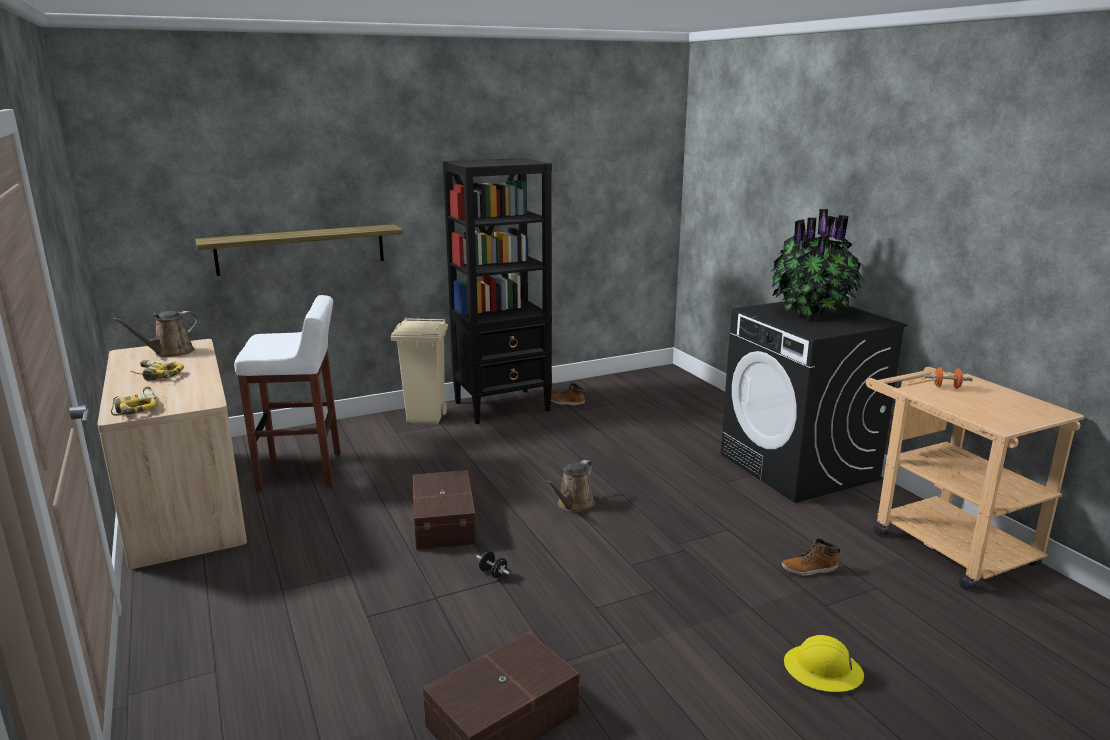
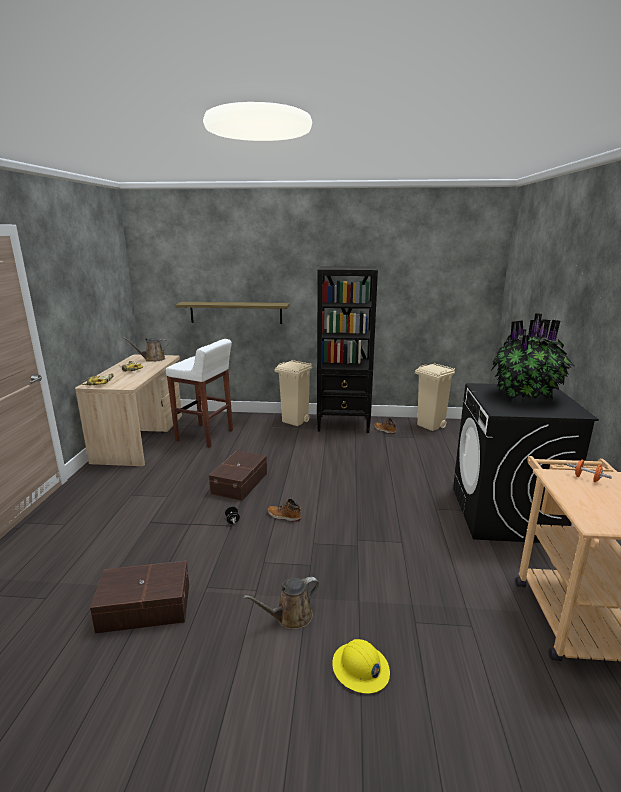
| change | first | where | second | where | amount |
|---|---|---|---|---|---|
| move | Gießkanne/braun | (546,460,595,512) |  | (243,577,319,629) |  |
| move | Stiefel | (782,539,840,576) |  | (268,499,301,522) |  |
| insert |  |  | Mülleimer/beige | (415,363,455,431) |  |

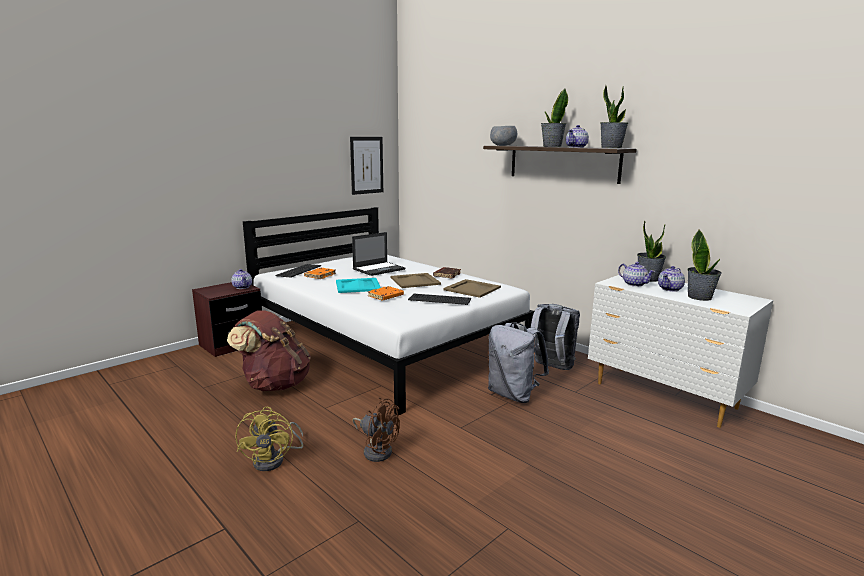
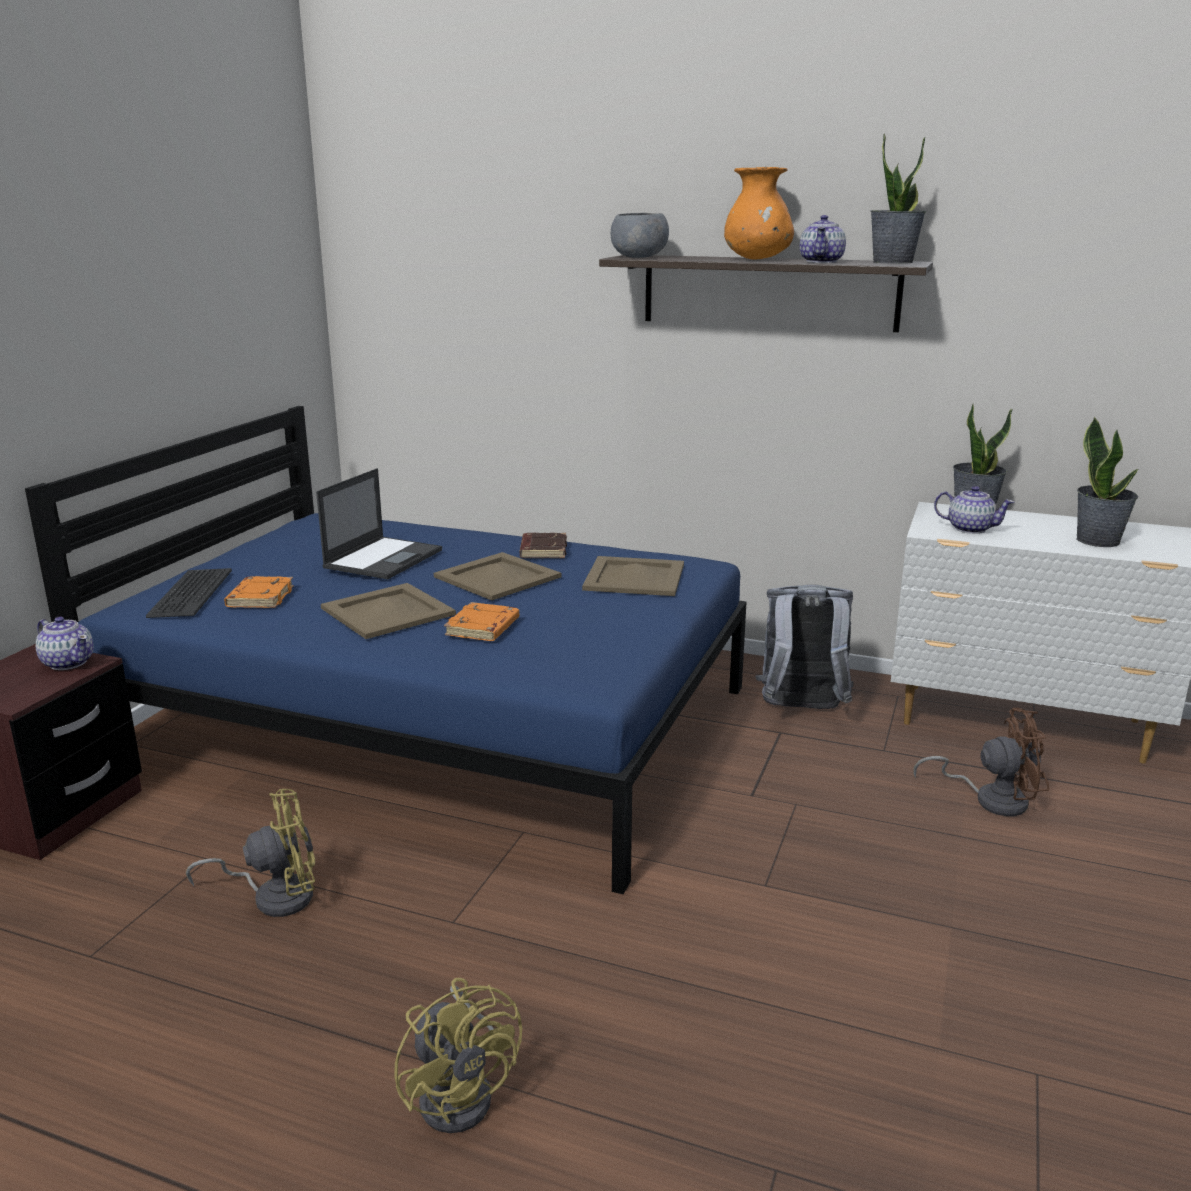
| change | first | where | second | where | amount |
|---|---|---|---|---|---|
| replace | Topfpflanze | (541,89,568,147) | Vase/orange | (724,167,794,259) |  |
| delete | Bild | (350,137,383,195) |  |  |  |
| recolor | Bett/weiß | (243,207,534,415) | Bett/blau | (25,406,747,894) |  |
| delete | Teekanne | (658,266,685,292) |  |  |  |
| recolor | Tablett/türkis | (336,278,381,293) | Tablett/beige | (321,583,456,639) |  |
| delete | Tastatur | (408,294,471,305) |  |  |  |
| replace | Rucksack/braun | (227,310,311,391) | Ventilator/gelb | (186,789,315,917) |  |
| delete | Rucksack/grau | (488,322,549,403) |  |  |  |
| move | Ventilator/braun | (353,398,400,462) |  | (913,708,1049,816) |  |

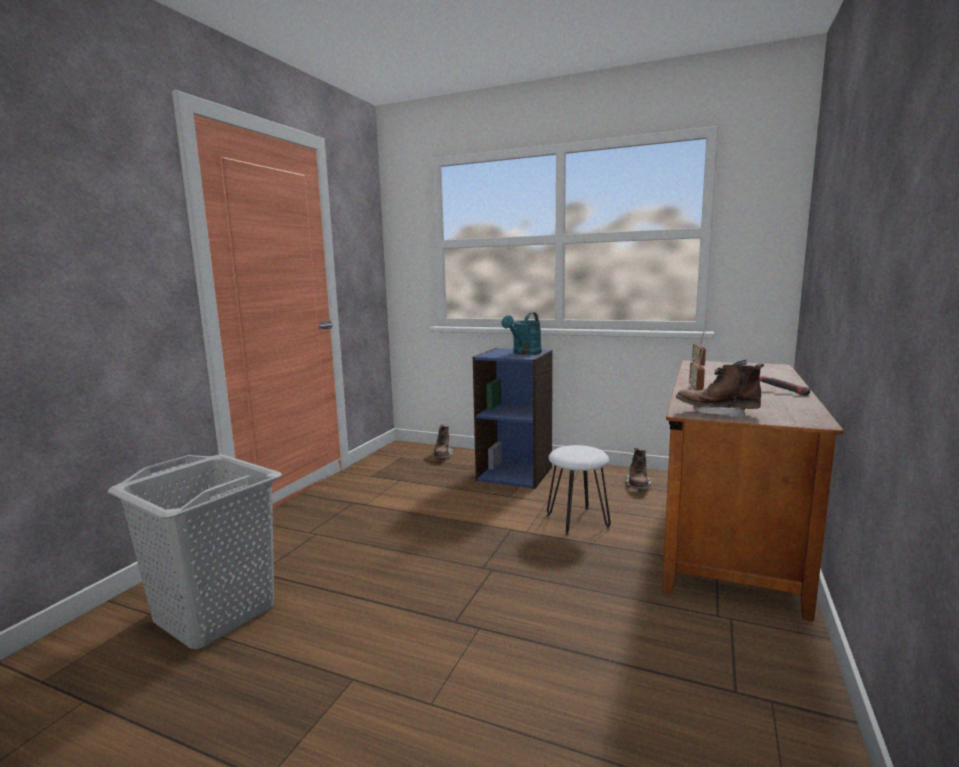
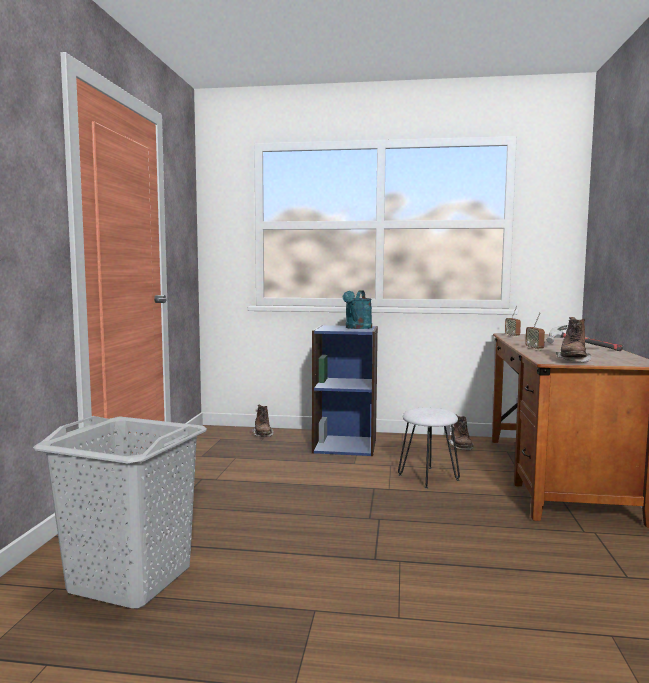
| change | first | where | second | where | amount |
|---|---|---|---|---|---|
| rotate | Stiefel/braun | (676,363,764,419) |  | (556,317,591,362) | 75 degrees counterclockwise |

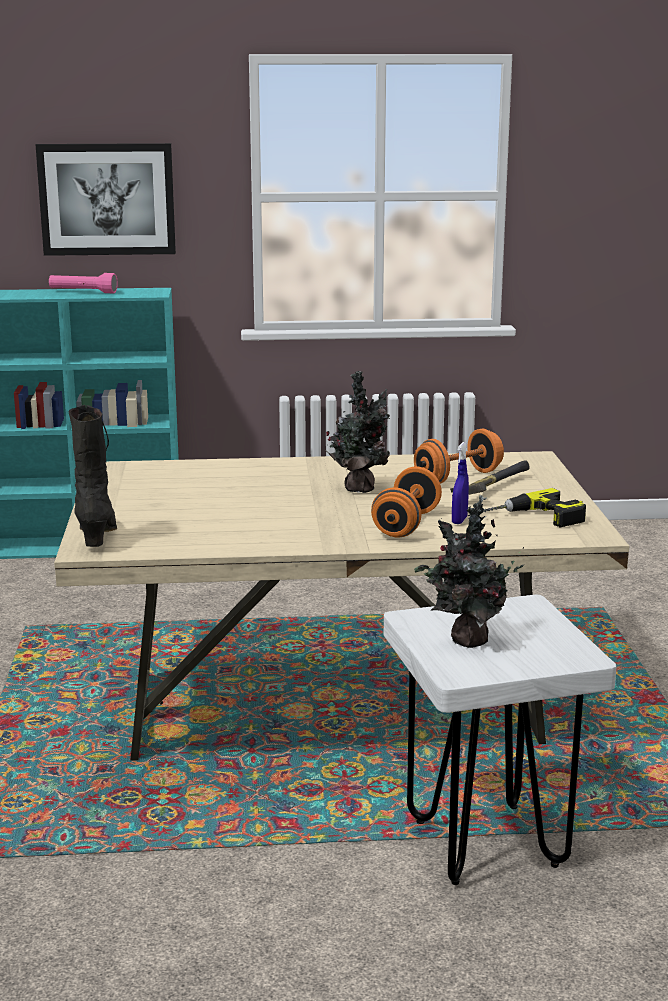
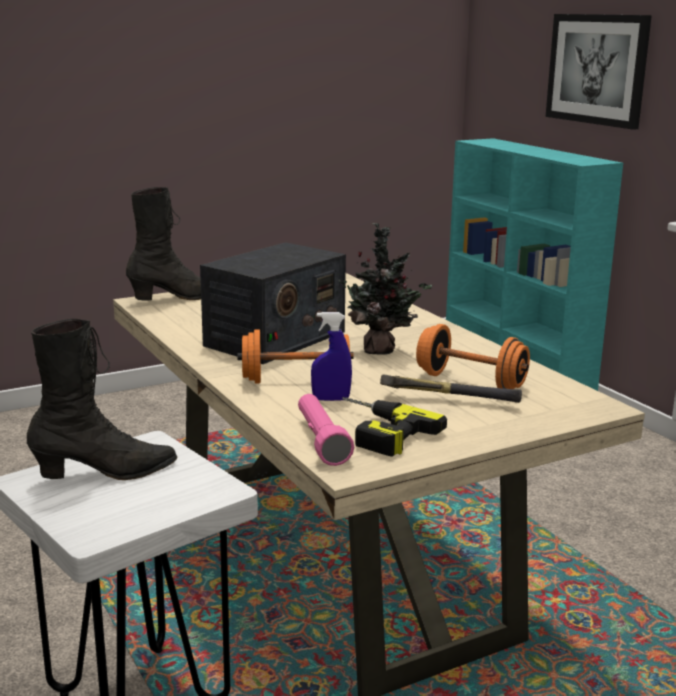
| change | first | where | second | where | amount |
|---|---|---|---|---|---|
| move | Taschenlampe/rosa | (49,273,118,293) |  | (298,394,354,466) |  |
| replace | Topfpflanze | (414,495,524,648) | Stiefel/schwarz | (27,319,177,480) |  |
| insert |  |  | Radio | (200,243,346,364) |  |

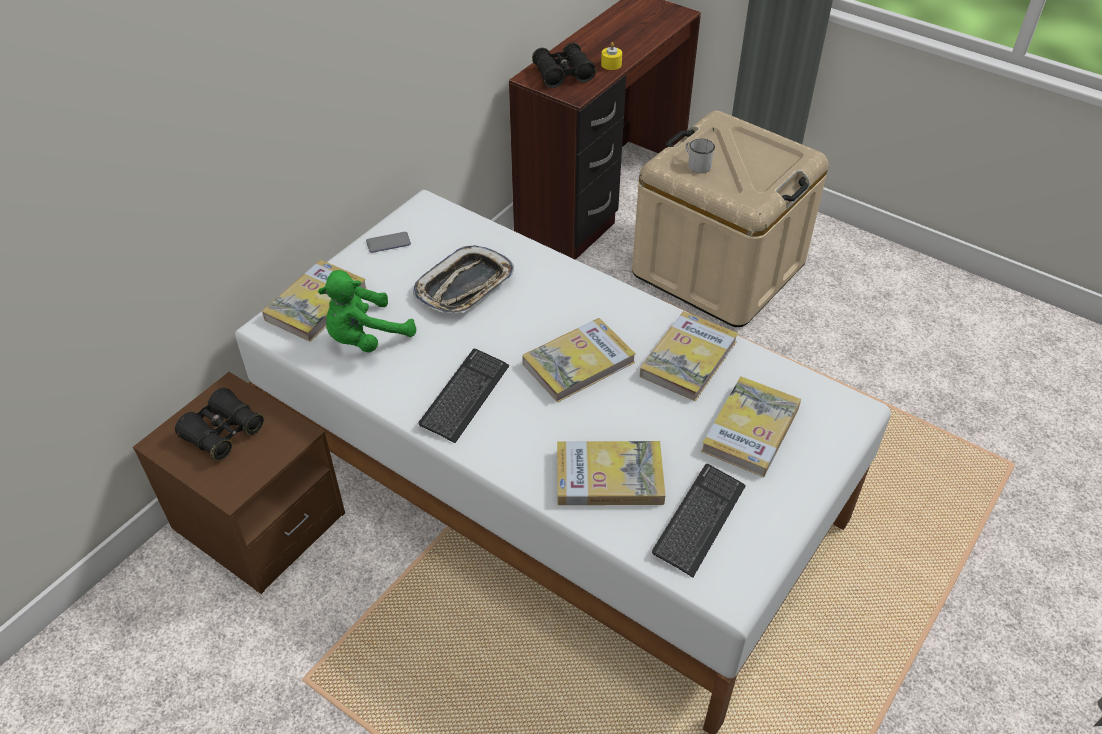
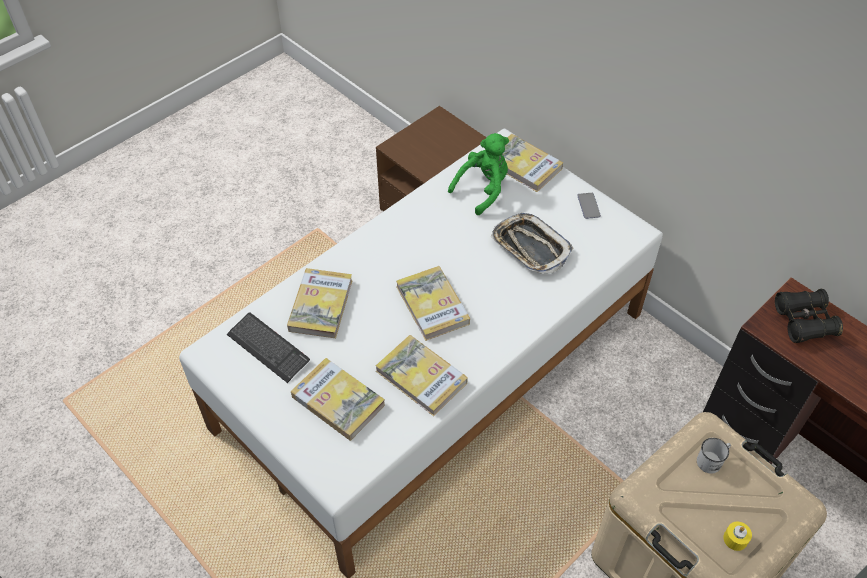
| change | first | where | second | where | amount |
|---|---|---|---|---|---|
| move | Kerze/gelb | (601,42,622,70) |  | (723,522,752,551) |  |
| rotate | Plüschtier/grün | (318,270,416,353) |  | (448,133,509,215) | 75 degrees clockwise |
| delete | Tastatur | (418,349,509,443) |  |  |  |
| delete | Fernglas/schwarz | (175,388,265,461) |  |  |  |

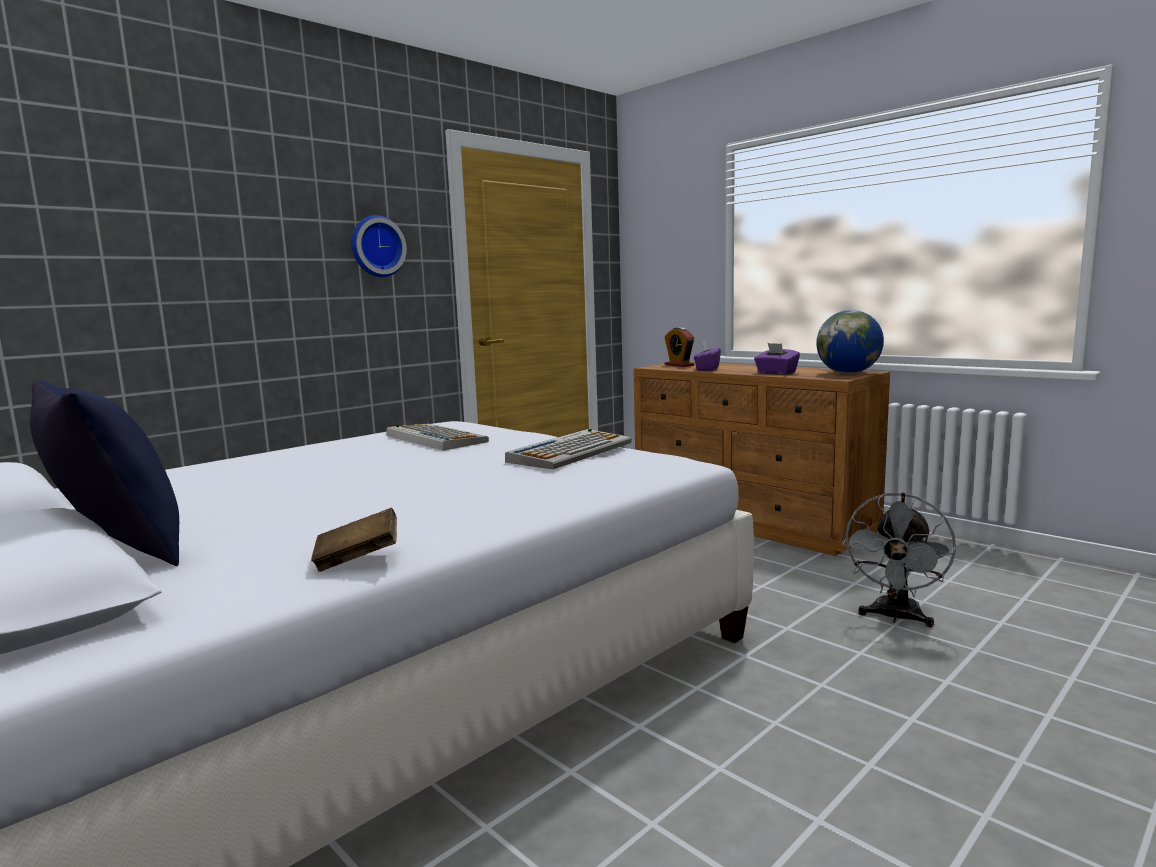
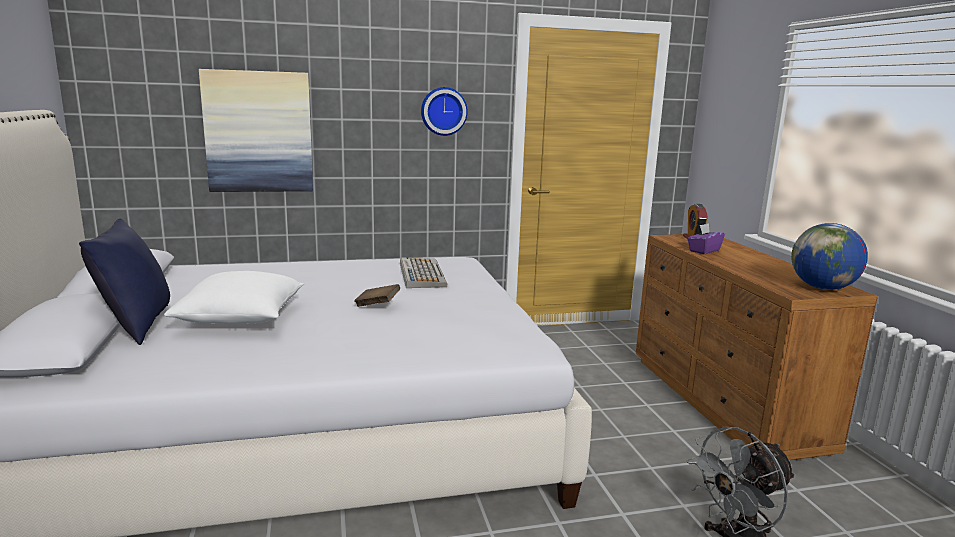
| change | first | where | second | where | amount |
|---|---|---|---|---|---|
| delete | Taschentuchbox/lila | (754,343,800,375) |  |  |  |
| delete | Tastatur | (505,429,631,469) |  |  |  |
| move | Buch/braun | (311,508,397,572) |  | (354,284,400,307) |  |
| insert |  |  | Bild | (199,69,313,192) |  |
| insert |  |  | Kissen/weiß | (164,271,304,324) |  |

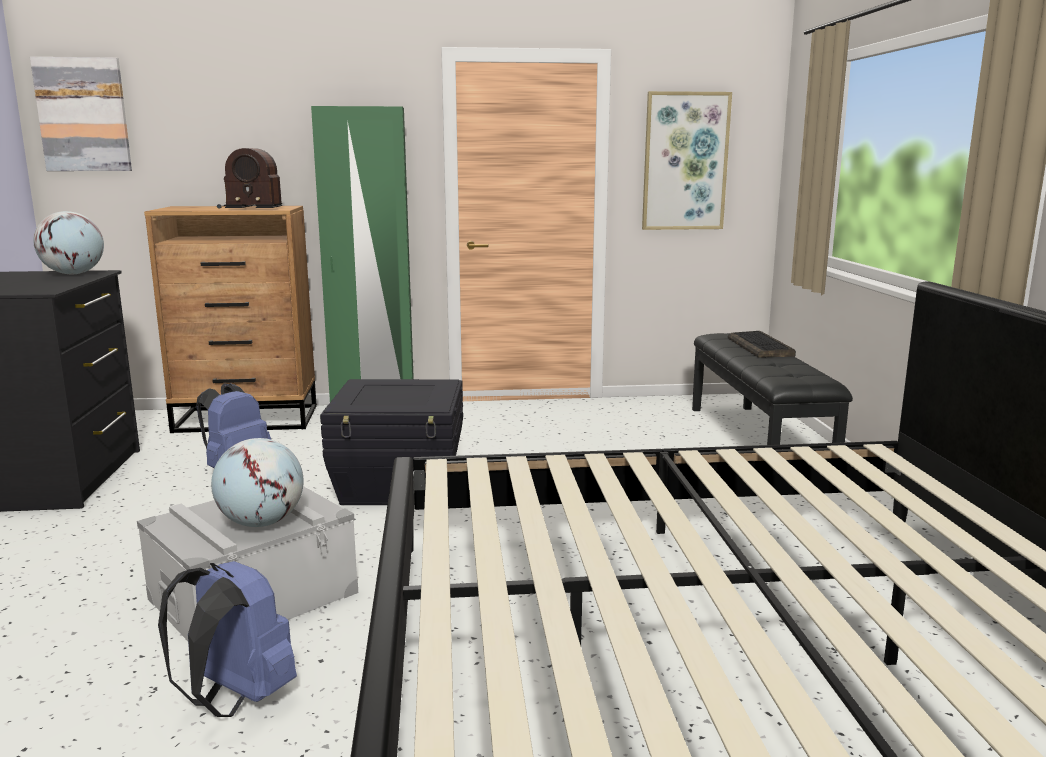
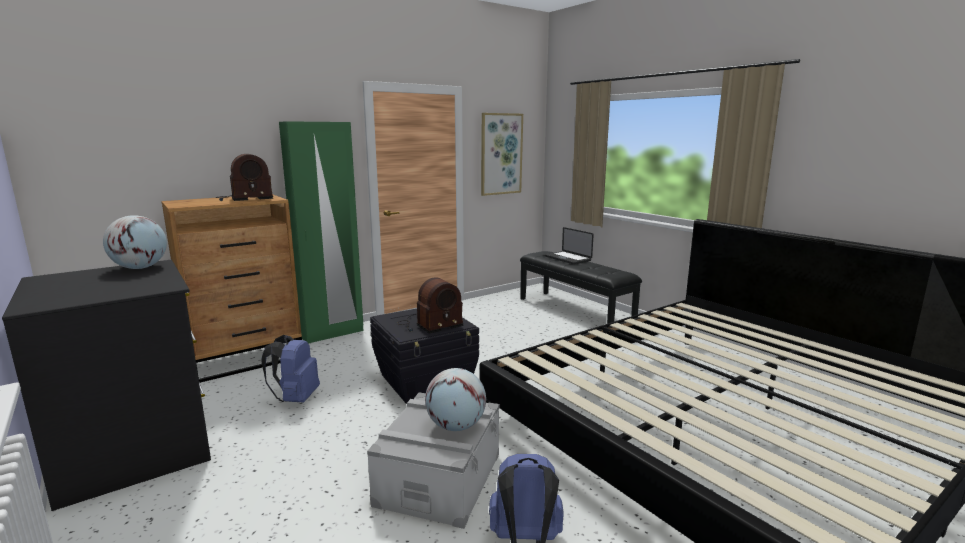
| change | first | where | second | where | amount |
|---|---|---|---|---|---|
| delete | Bild | (30,57,132,171) |  |  |  |
| replace | Tastatur | (728,331,796,358) | Laptop | (545,227,594,264) |  |
| insert |  |  | Radio | (399,277,464,334) |  |

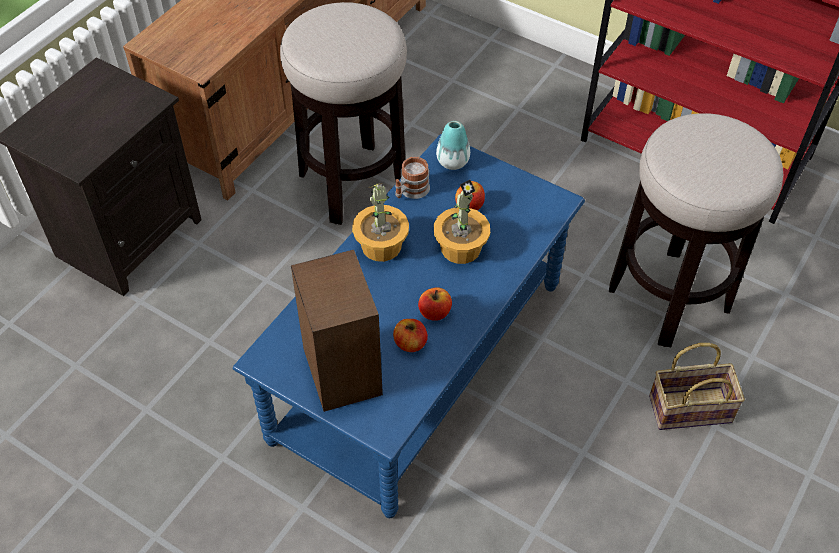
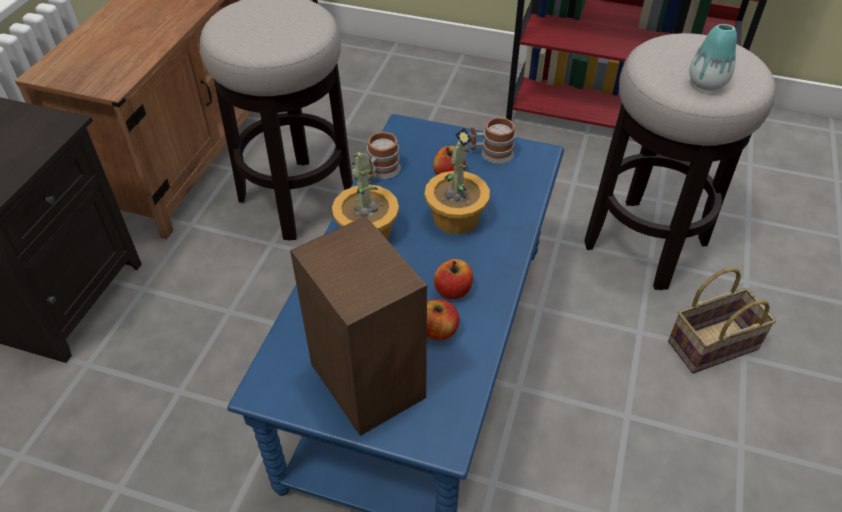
| change | first | where | second | where | amount |
|---|---|---|---|---|---|
| move | Vase | (436,121,470,170) |  | (689,24,737,91) |  |
| insert |  |  | Henkelbecher | (469,117,515,164) |  |

